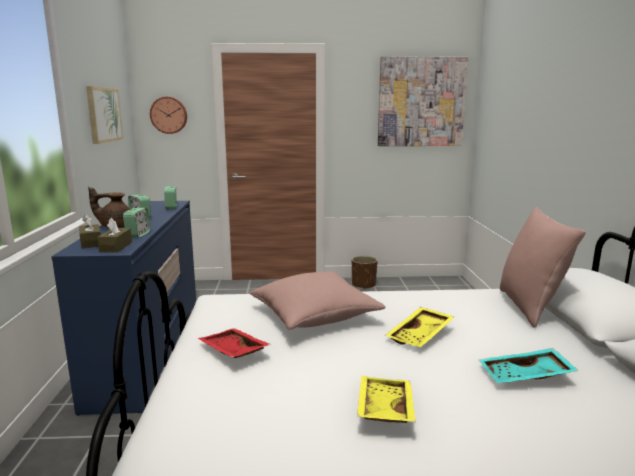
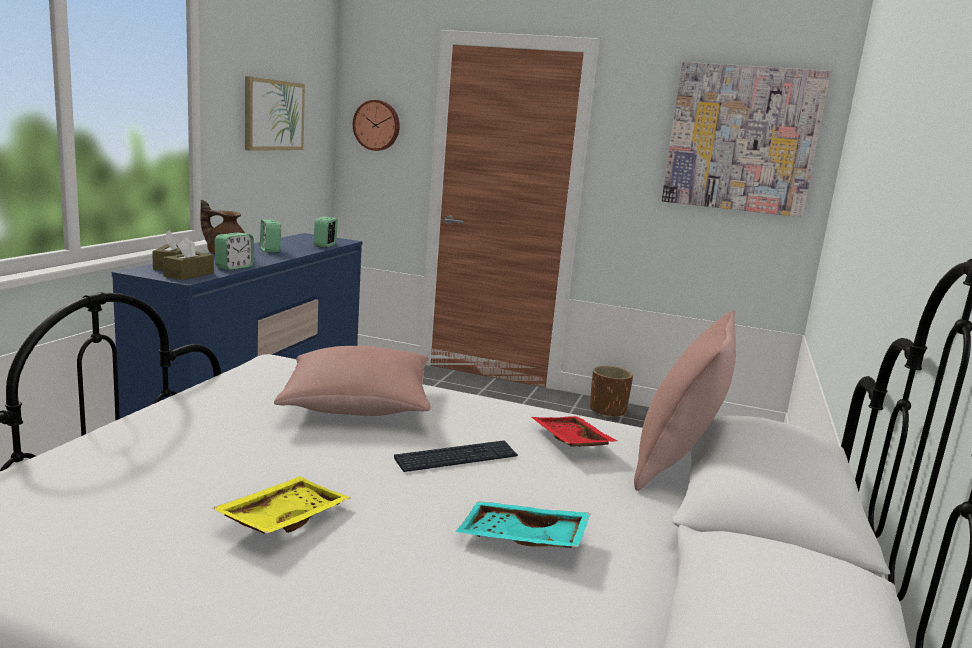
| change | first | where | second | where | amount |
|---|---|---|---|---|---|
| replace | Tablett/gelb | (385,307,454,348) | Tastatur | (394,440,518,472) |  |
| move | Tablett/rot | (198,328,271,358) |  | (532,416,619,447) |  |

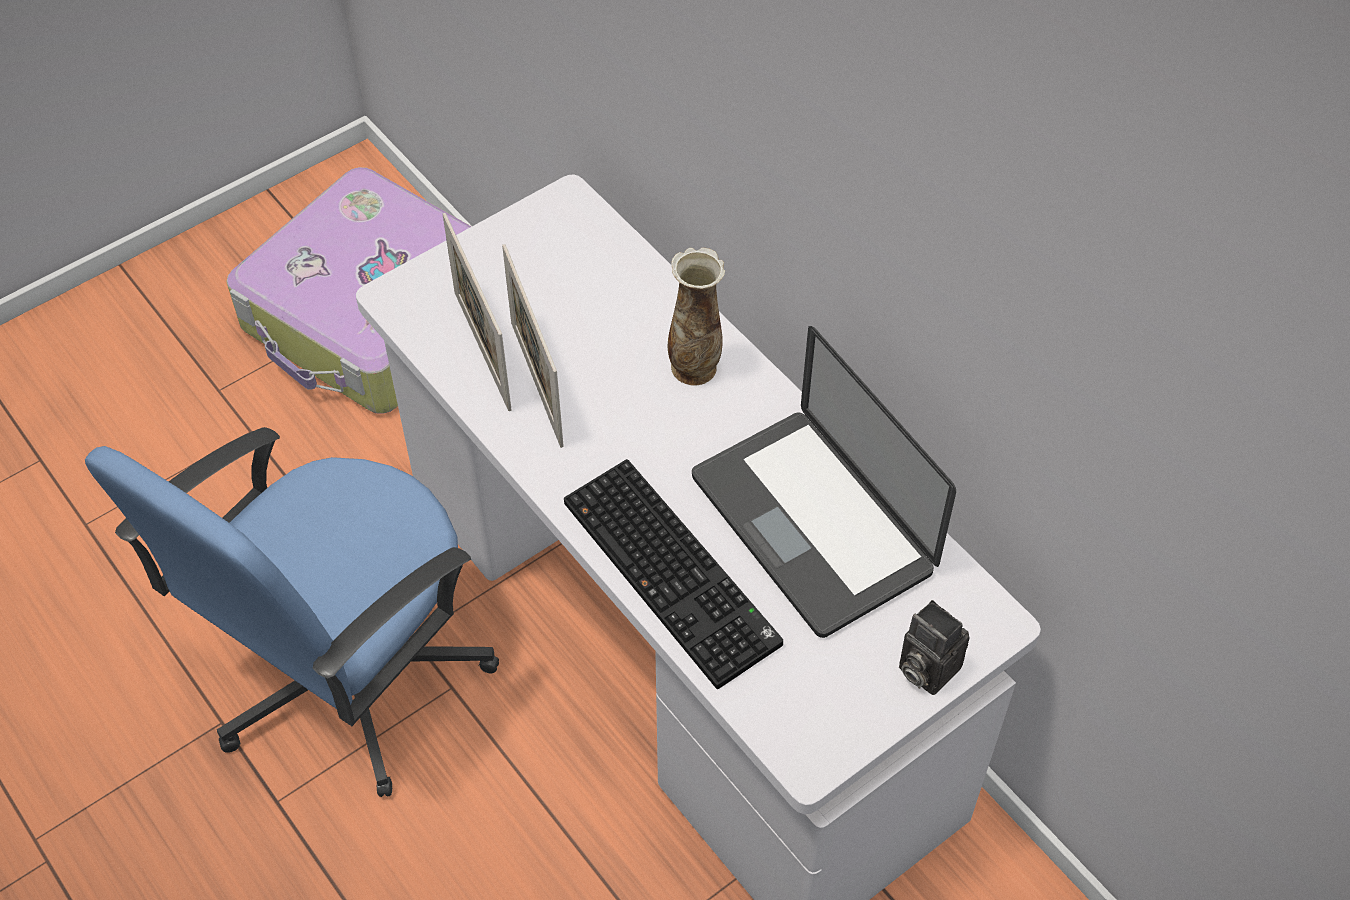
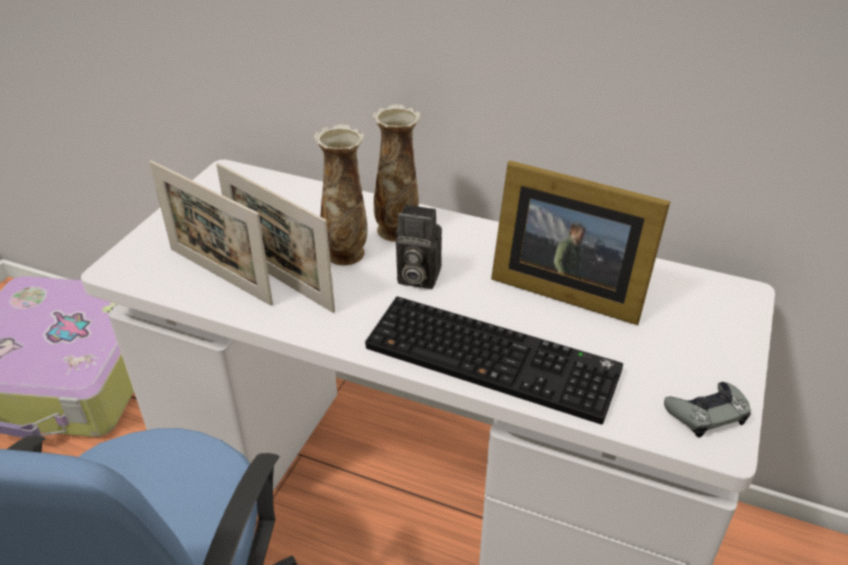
| change | first | where | second | where | amount |
|---|---|---|---|---|---|
| replace | Laptop | (692,326,956,638) | Bilderrahmen | (491,161,670,325) |  |
| move | Kamera | (899,600,969,695) |  | (396,205,442,289) |  |
| insert |  |  | Vase | (314,124,367,265) |  |
| insert |  |  | Gamepad/grau | (664,382,751,438) |  |

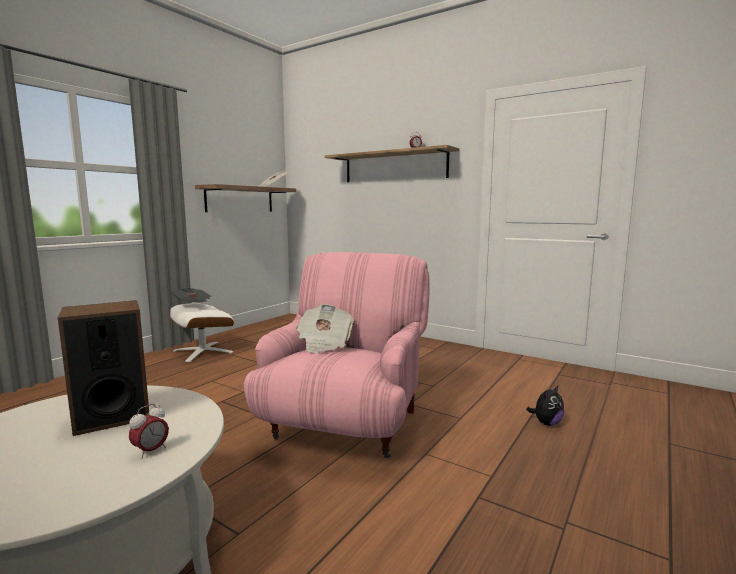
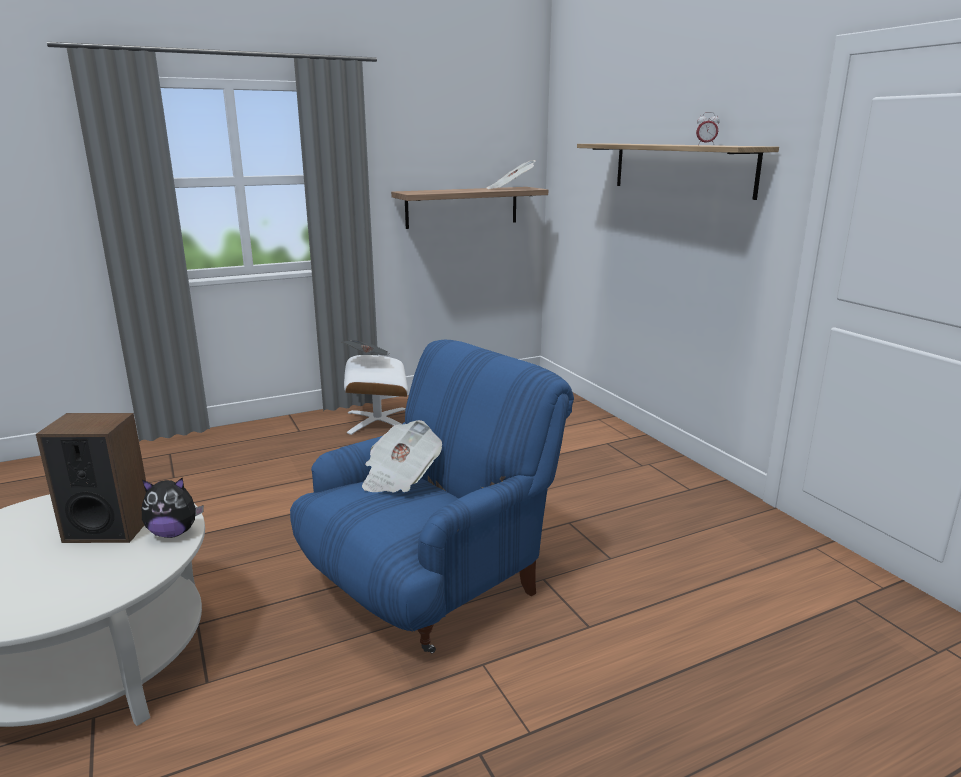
| change | first | where | second | where | amount |
|---|---|---|---|---|---|
| recolor | Sessel/rosa | (244,252,429,459) | Sessel/blau | (290,340,574,653) |  |
| move | Plüschtier | (526,385,564,426) |  | (142,478,204,538) |  |
| delete | Wecker | (129,404,169,459) |  |  |  |

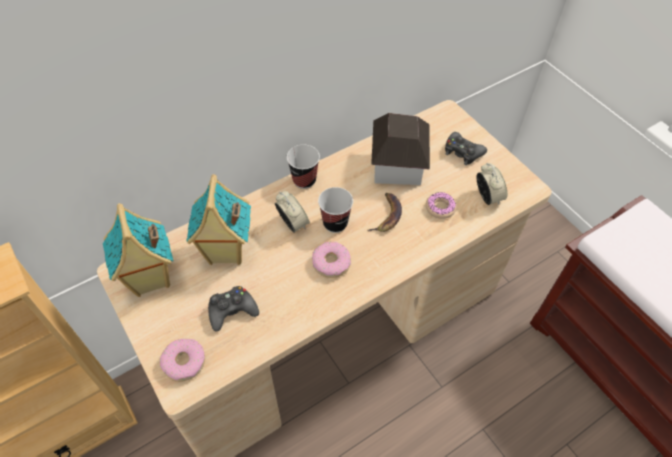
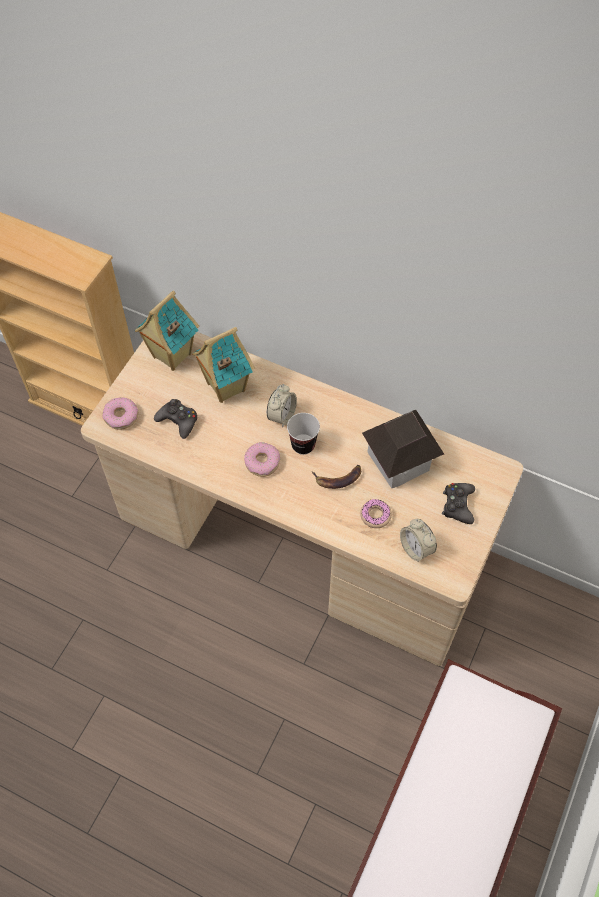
| change | first | where | second | where | amount |
|---|---|---|---|---|---|
| delete | Tasse | (287,145,320,189) |  |  |  |
| rotate | Wecker | (477,163,507,205) |  | (400,519,437,562) | 105 degrees clockwise |

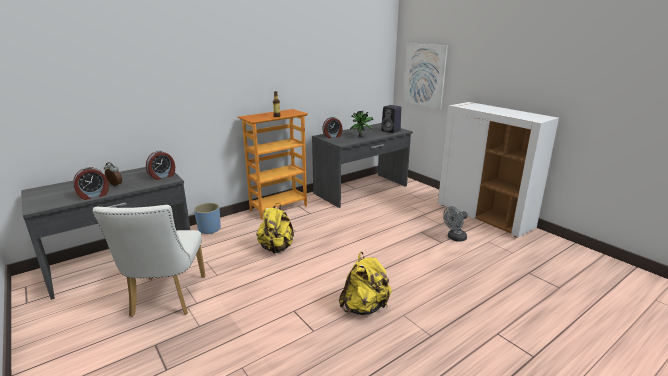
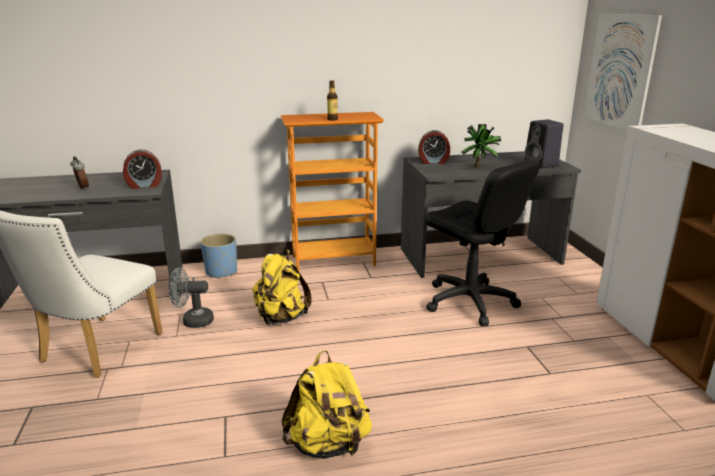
| change | first | where | second | where | amount |
|---|---|---|---|---|---|
| delete | Wecker | (73,167,109,200) |  |  |  |
| move | Ventilator/grau | (443,206,468,242) |  | (168,268,214,328) |  |
| insert |  |  | Bürostuhl/schwarz | (425,159,541,326) |  |

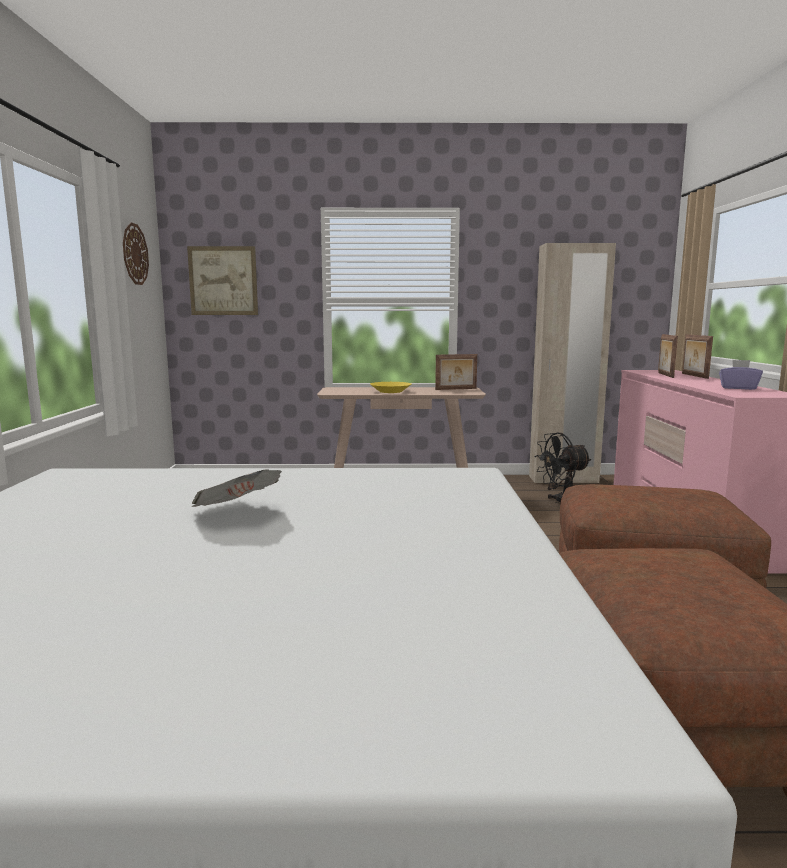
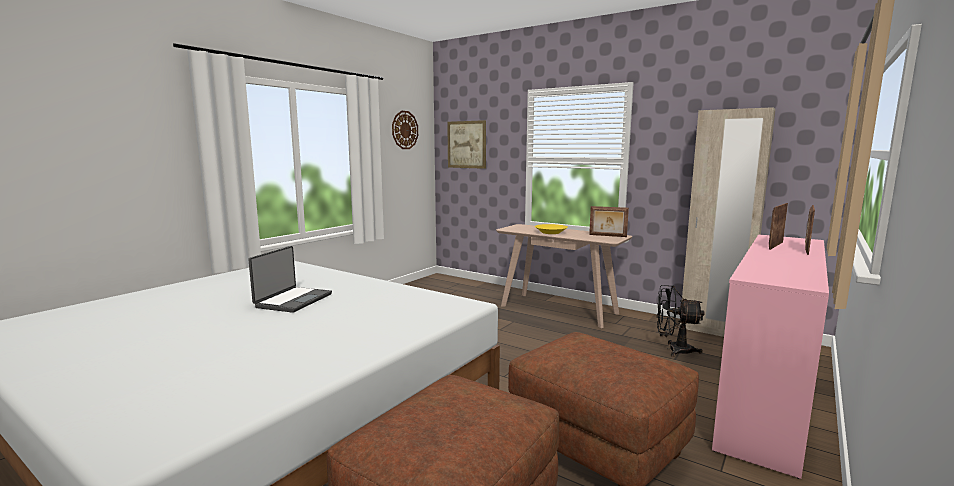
| change | first | where | second | where | amount |
|---|---|---|---|---|---|
| delete | Taschentuchbox/lila | (719,360,763,390) |  |  |  |
| replace | Zeitung | (192,470,282,507) | Laptop | (248,246,332,313) |  |

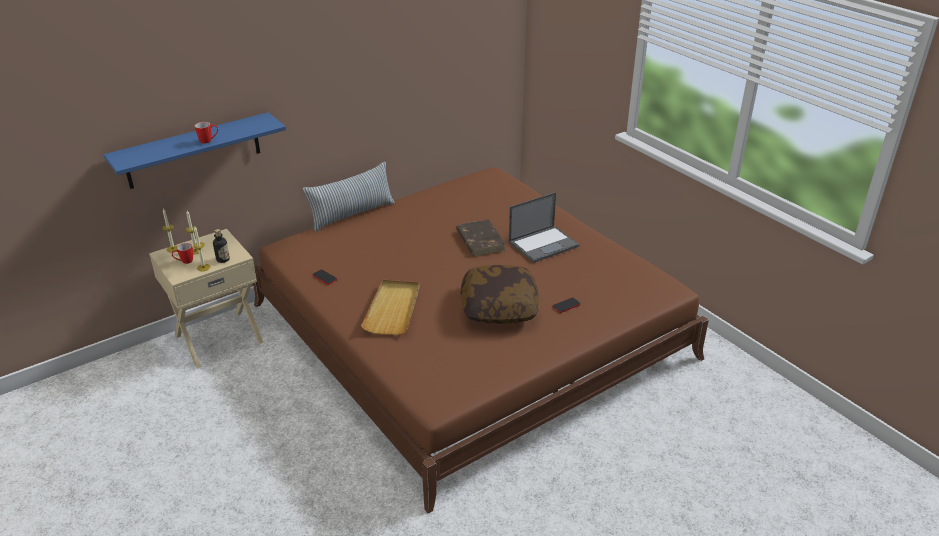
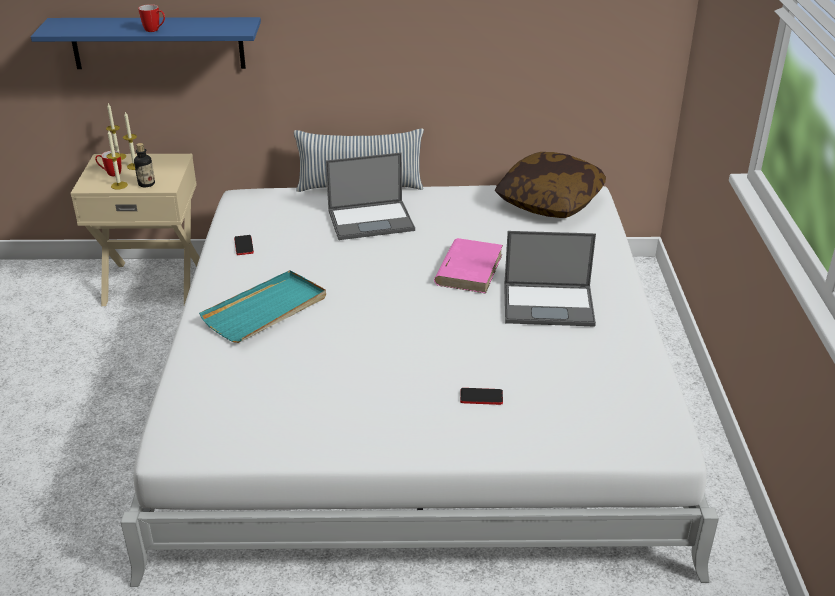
| change | first | where | second | where | amount |
|---|---|---|---|---|---|
| recolor | Bett/braun | (253,167,709,514) | Bett/weiß | (121,185,719,587) |  |
| recolor | Buch/braun | (456,219,505,256) | Buch/rosa | (434,238,503,294) |  |
| move | Kissen | (461,265,539,324) |  | (495,152,606,218) |  |
| recolor | Tablett/beige | (361,280,419,335) | Tablett/türkis | (199,270,326,343) |  |
| insert |  |  | Laptop | (326,153,415,240) |  |

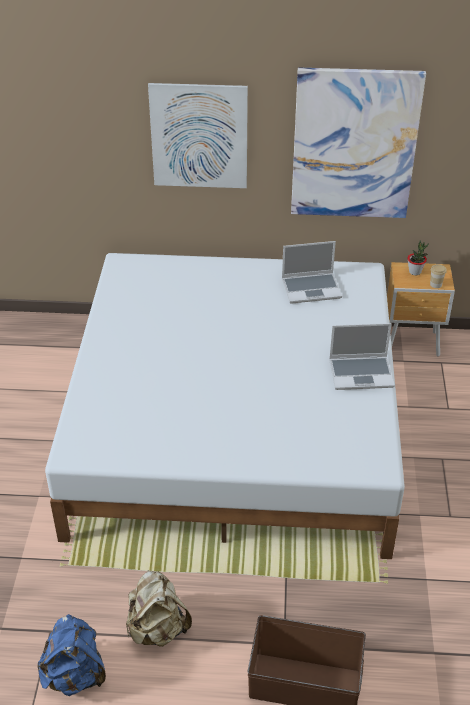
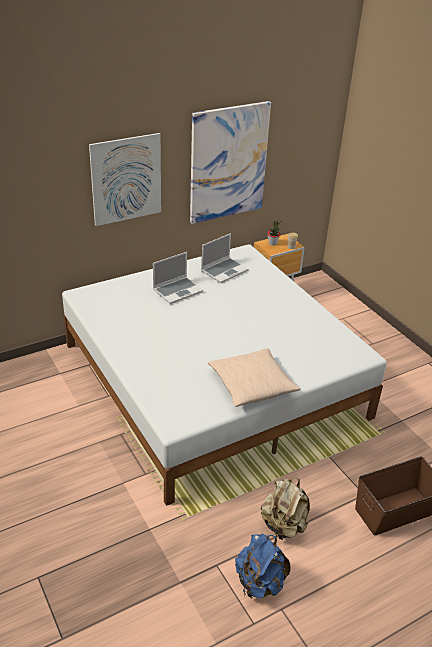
| change | first | where | second | where | amount |
|---|---|---|---|---|---|
| move | Laptop | (329,323,395,390) |  | (153,252,203,304) |  |
| insert |  |  | Kissen/beige | (208,348,301,407) |  |

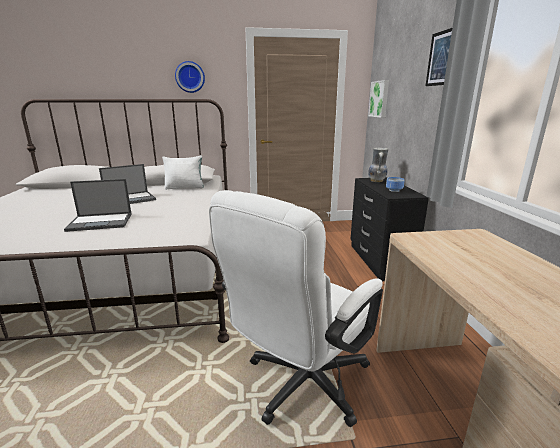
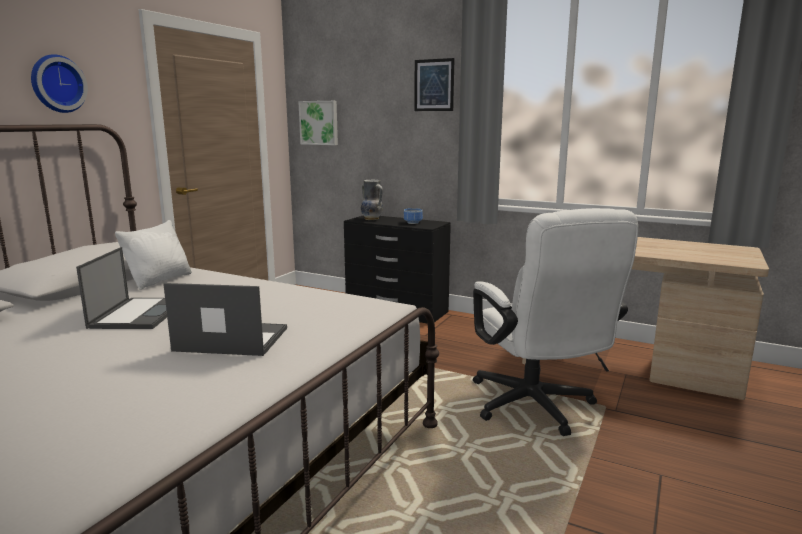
| change | first | where | second | where | amount |
|---|---|---|---|---|---|
| rotate | Laptop | (64,179,132,232) |  | (163,283,287,356) | 105 degrees counterclockwise |

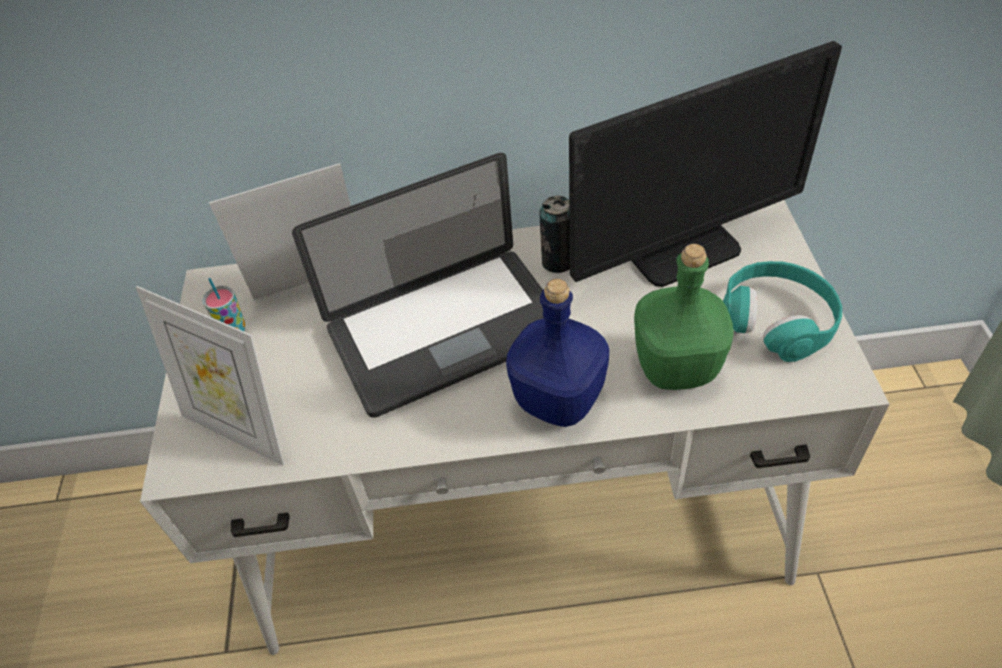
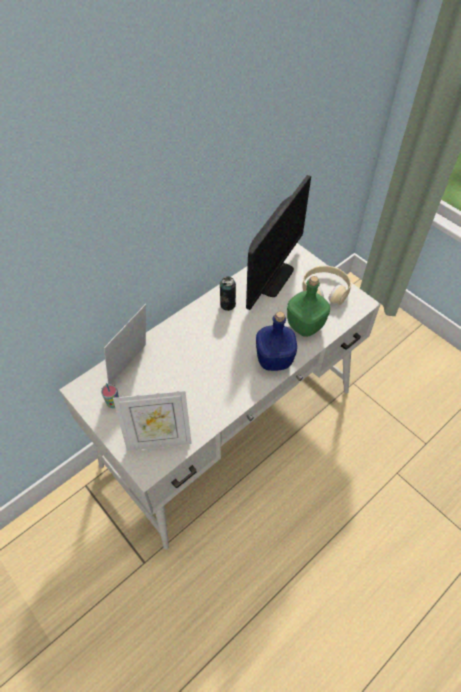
| change | first | where | second | where | amount |
|---|---|---|---|---|---|
| delete | Laptop | (292,153,544,418) |  |  |  |
| recolor | Kopfhörer/türkis | (723,261,842,362) | Kopfhörer/beige | (302,266,351,305) |  |

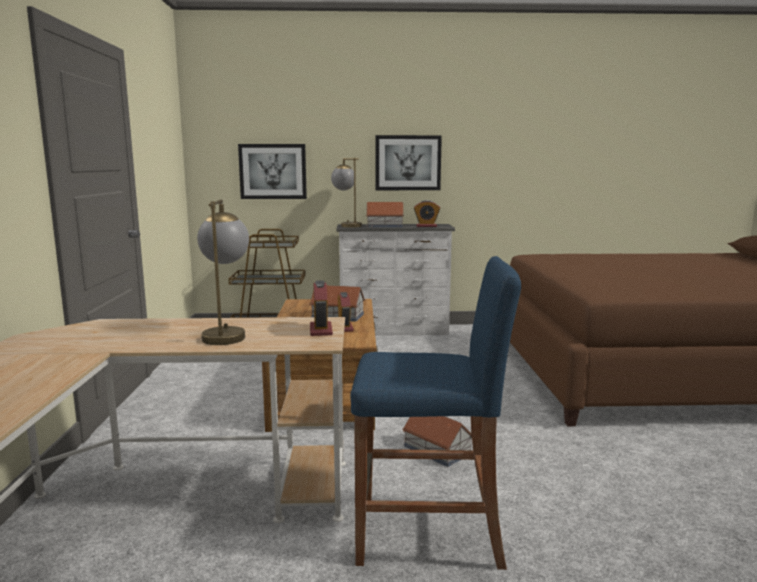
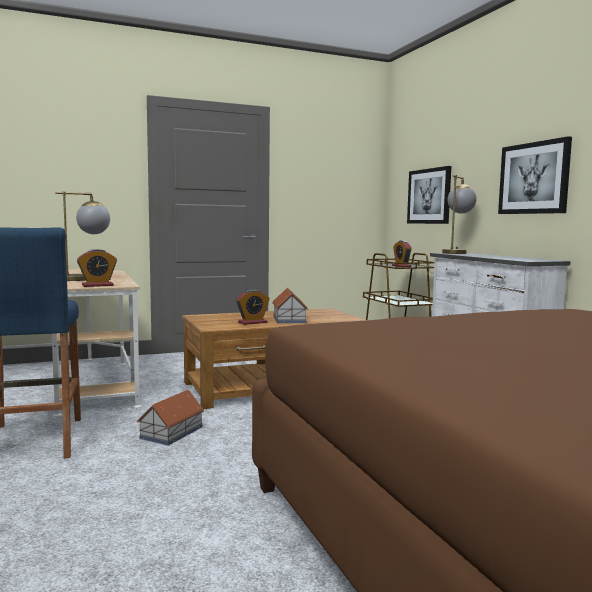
| change | first | where | second | where | amount |
|---|---|---|---|---|---|
| move | Wecker | (414,200,440,227) |  | (392,240,412,267) |  |
| delete | Spielzeughaus | (366,202,404,227) |  |  |  |

